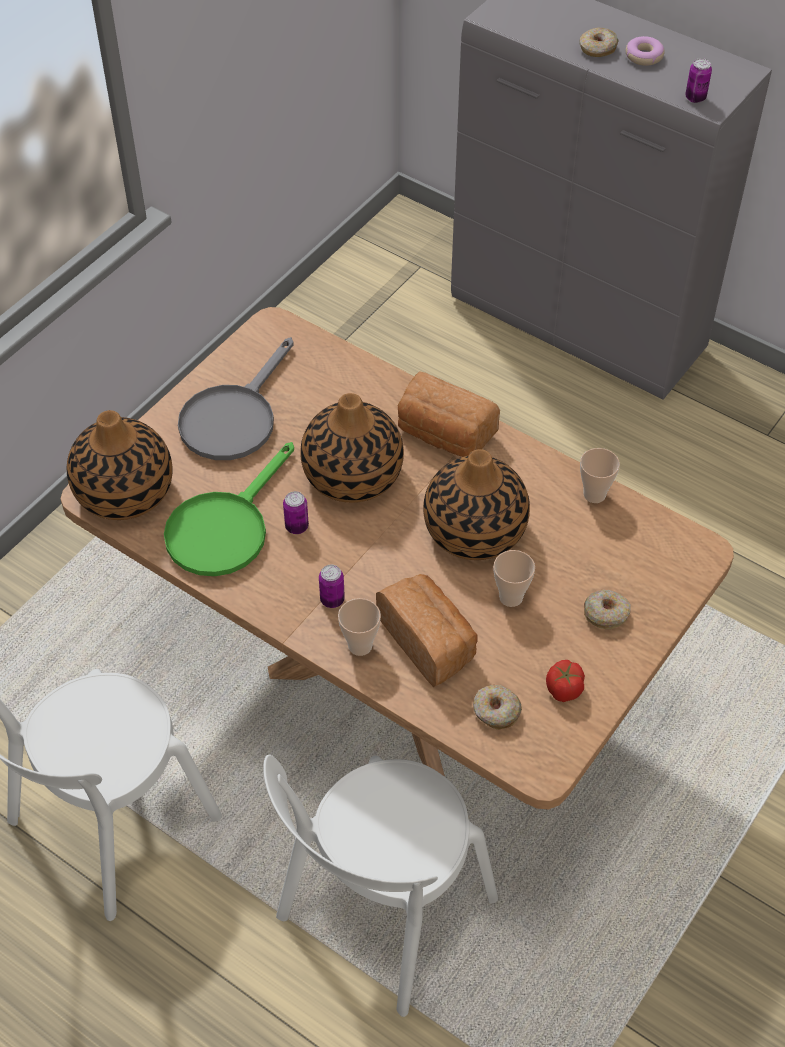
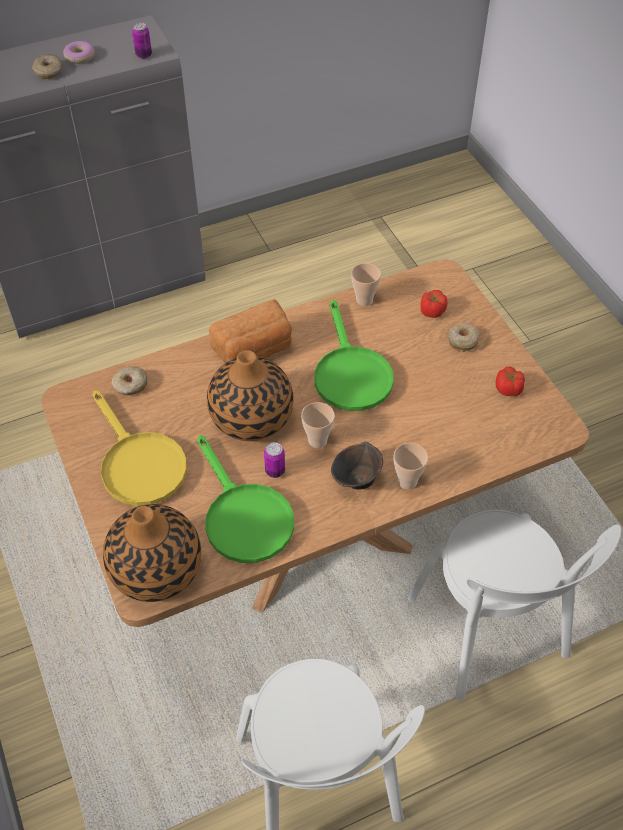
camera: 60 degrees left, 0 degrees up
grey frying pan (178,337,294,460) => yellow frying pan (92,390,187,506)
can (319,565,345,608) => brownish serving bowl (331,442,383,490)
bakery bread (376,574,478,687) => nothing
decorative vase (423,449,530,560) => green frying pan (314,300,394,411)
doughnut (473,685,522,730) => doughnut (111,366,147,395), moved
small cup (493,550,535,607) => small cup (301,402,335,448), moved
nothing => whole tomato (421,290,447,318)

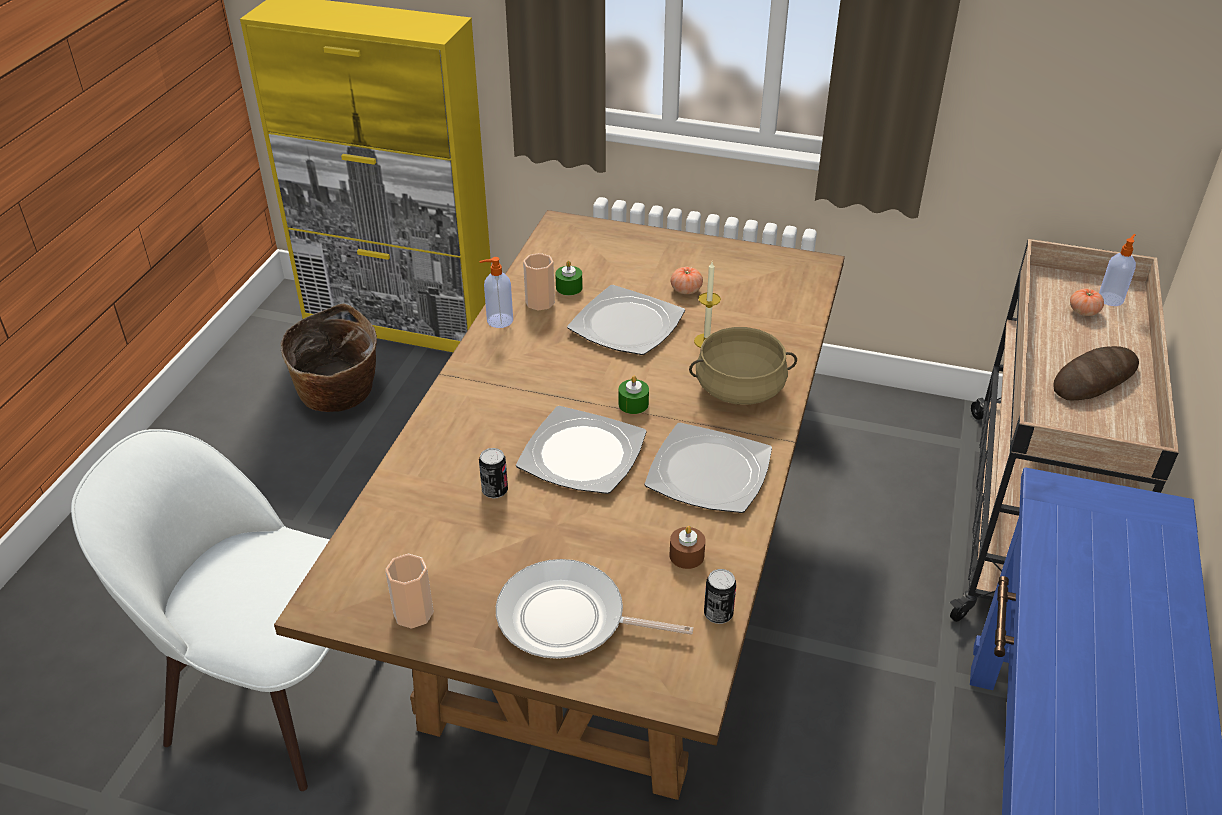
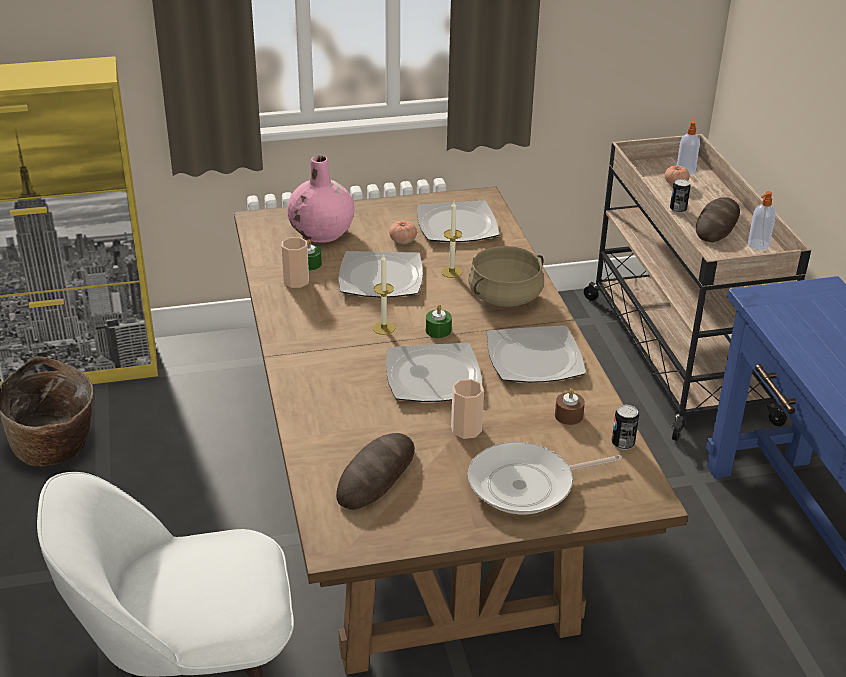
camera: 30 degrees left, 5 degrees down
small cup (385,554,434,629) => small cup (451,379,484,439), moved
liquid soap bottle (479,257,513,328) => liquid soap bottle (748,191,776,250), moved
can (479,448,508,499) => can (670,179,691,213), moved
nothing => pink decorative vase (287,156,355,243)
nothing => bakery bread (336,433,415,510)
nothing => wax candle (372,254,396,335)
nothing => dinner plate (417,200,499,242)

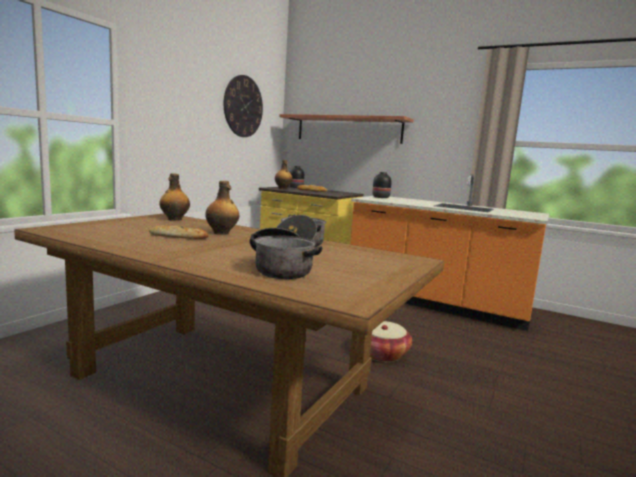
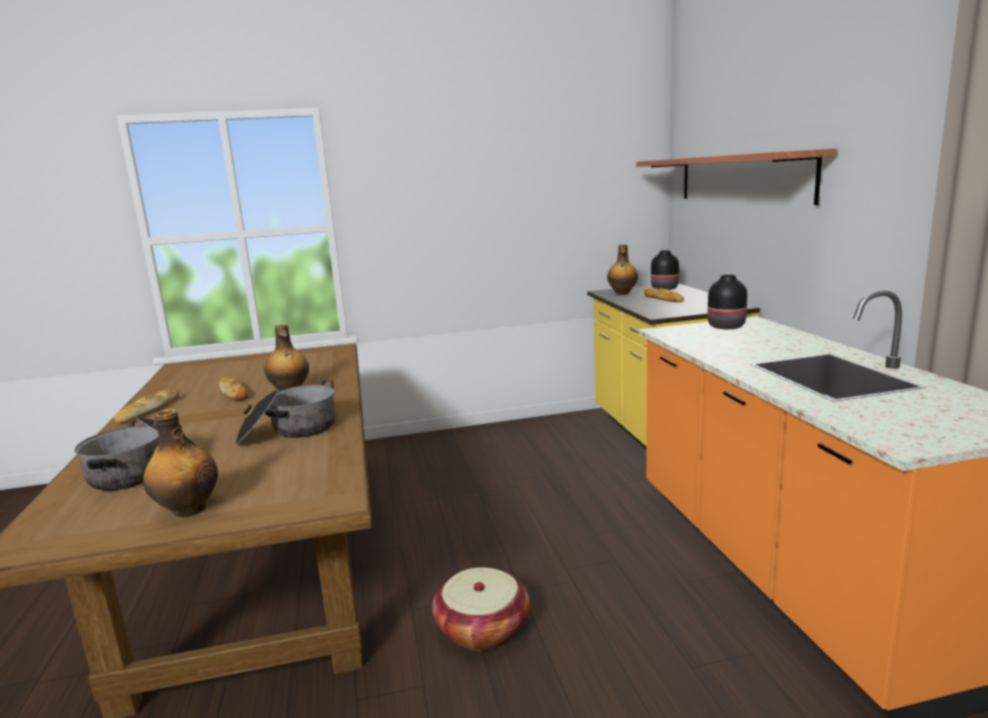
camera: 50 degrees right, 5 degrees up
bottle (159,173,190,221) => bottle (143,409,218,517), moved
clock on the wall (224,75,263,137) => nothing
nothing => bakery bread (114,390,179,423)

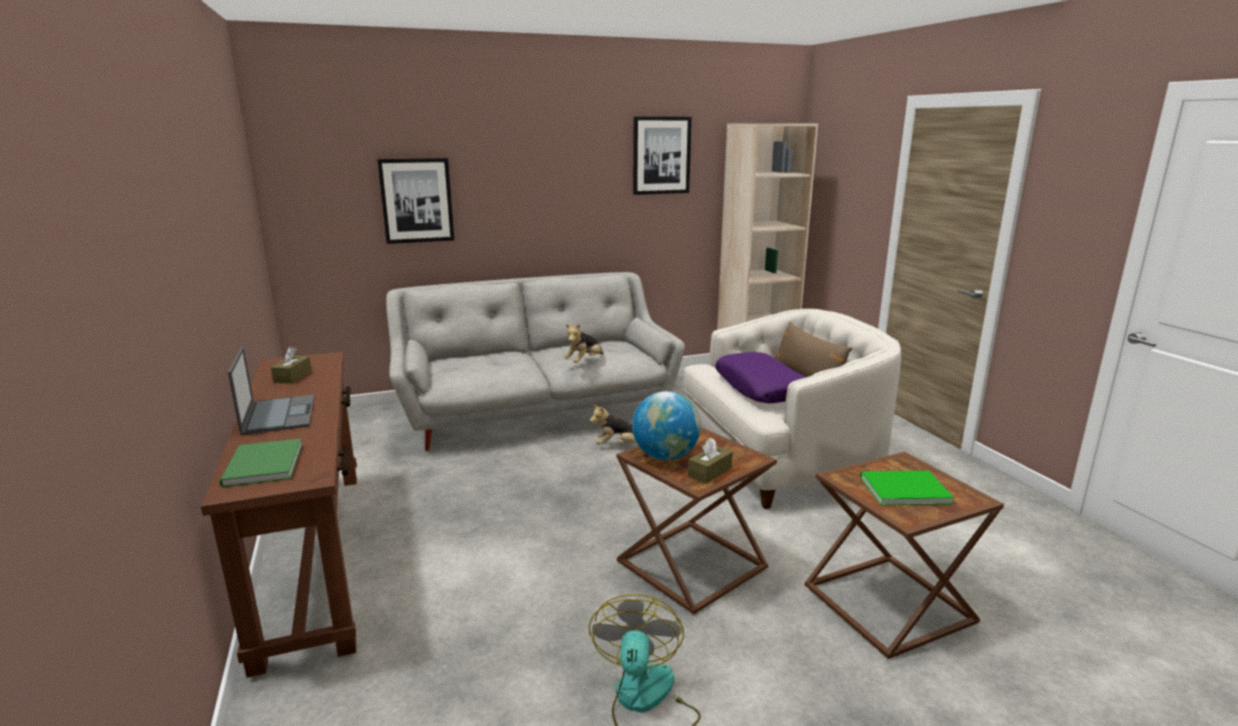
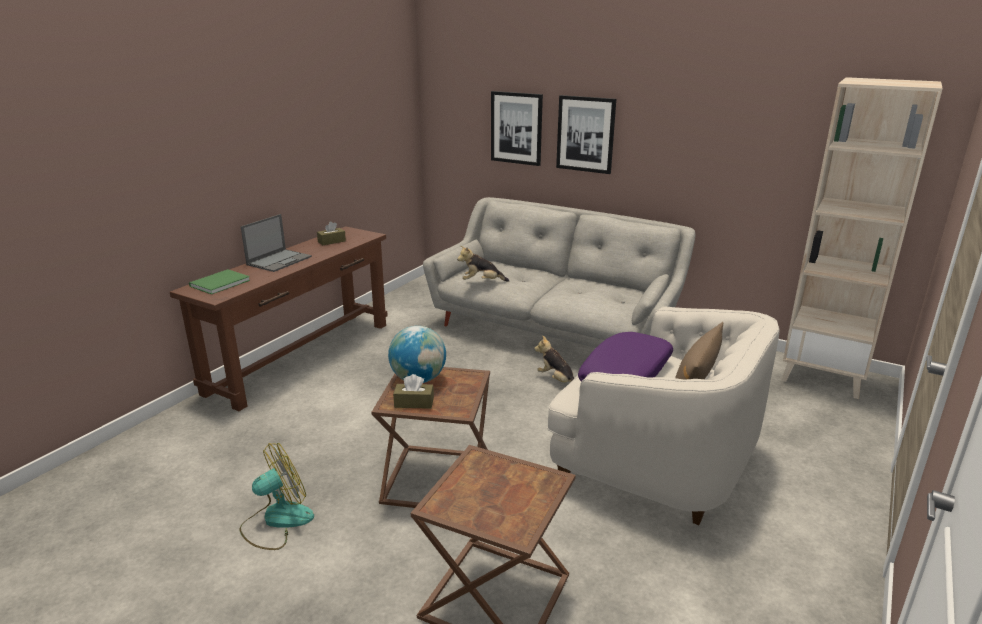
camera: 50 degrees right, 5 degrees up
cuddly toy (564,323,604,363) => cuddly toy (457,245,509,282), moved
wall picture (633,116,692,195) => wall picture (556,95,616,174), moved
green volume (860,471,954,505) => nothing

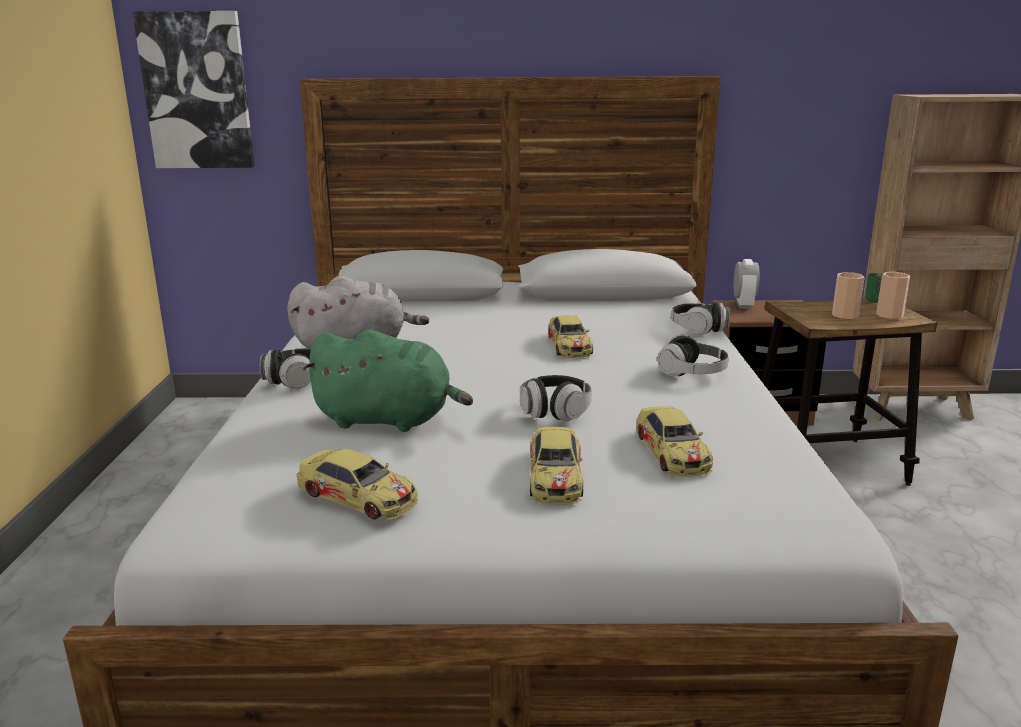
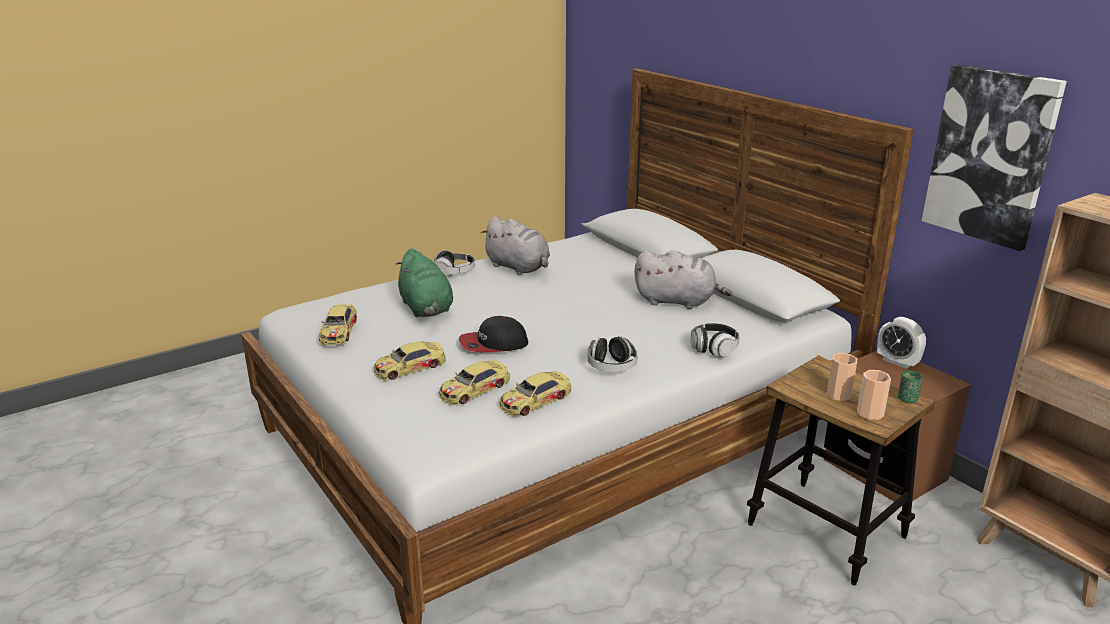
camera: 55 degrees right, 5 degrees up
wall picture (132,11,255,168) => wall picture (922,65,1067,251), moved
headphones (520,375,592,421) => cap (459,316,529,352)
miniature car (548,315,593,358) => miniature car (500,371,571,417), moved
table clock (734,259,760,309) => table clock (877,317,926,369), 75 degrees clockwise
nothing => grey cuddly toy (634,250,732,309)

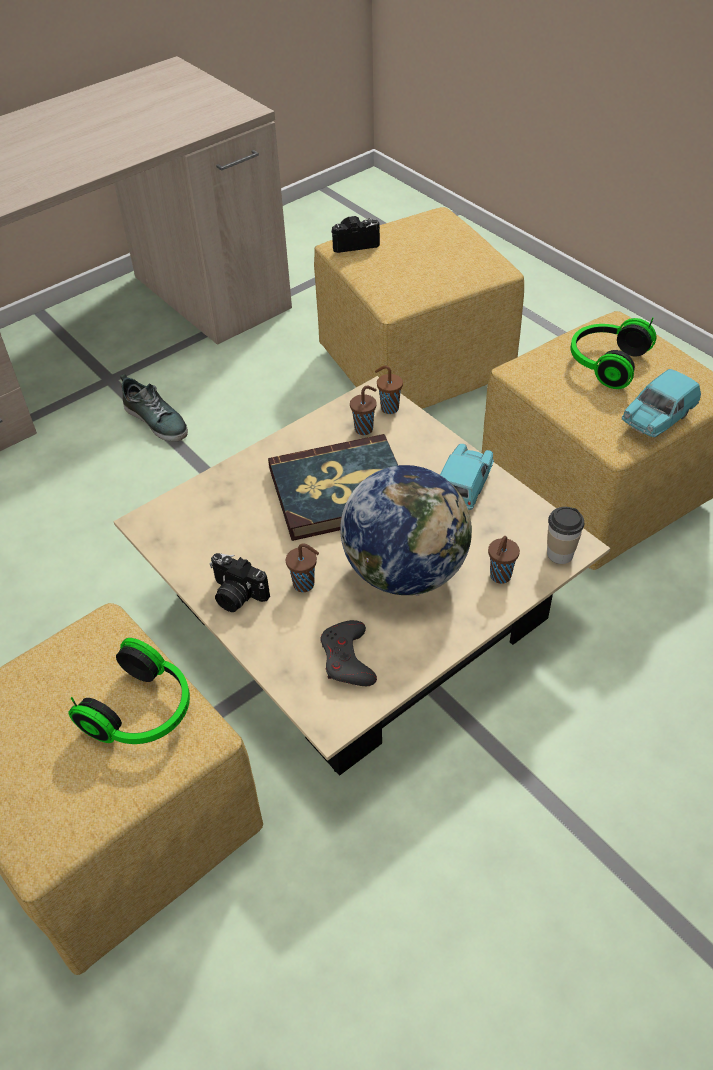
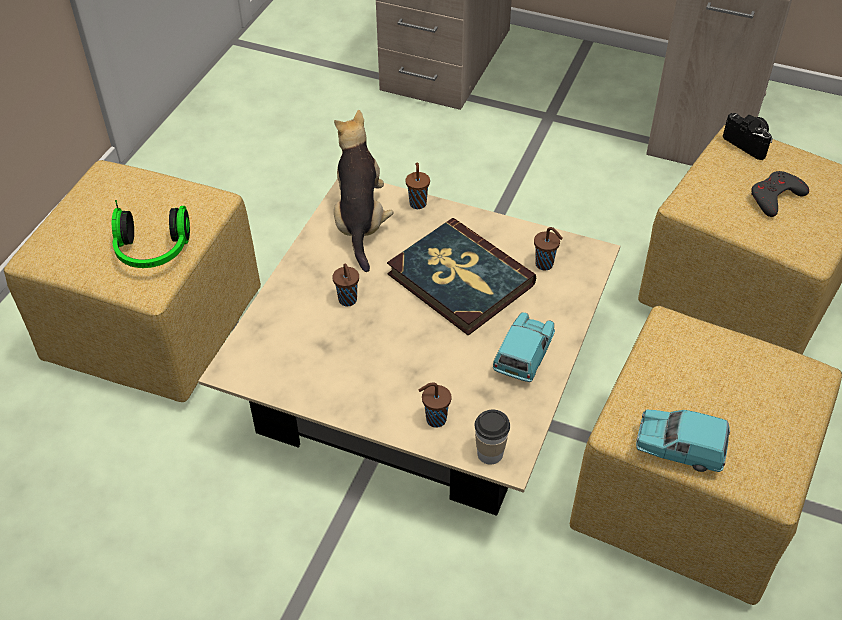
camera: 60 degrees right, 0 degrees up
low shoe (120,374,188,442) => nothing
still camera (210,553,270,612) => nothing
grey gamepad (320,620,377,686) => grey gamepad (751,171,809,217), moved
world globe (340,465,472,596) => nothing
brownish small cup (375,365,403,414) => brownish small cup (405,162,430,209), moved
turquoise-coloured miniature car (440,444,494,510) => turquoise-coloured miniature car (493,312,555,382), 60 degrees counterclockwise
headphones (571,318,656,389) => nothing
nothing => cuddly toy (334,110,394,272)

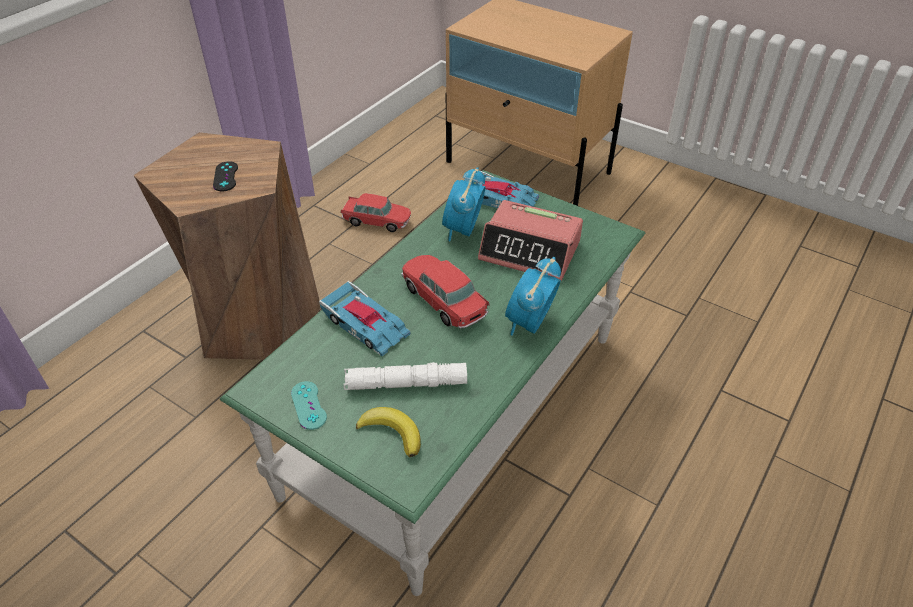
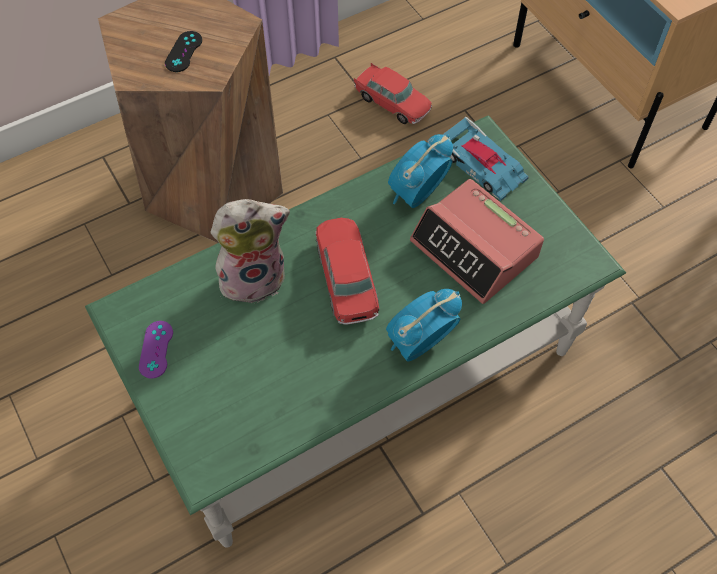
camera: 25 degrees right, 15 degrees up
turquoise-coloured gamepad (291,381,327,430) => purple gamepad (139,321,173,379)
miniature car (319,281,411,356) => cuddly toy (211,199,290,303)
whitish hand torch (344,362,467,390) => nothing
banana (356,407,421,457) => nothing

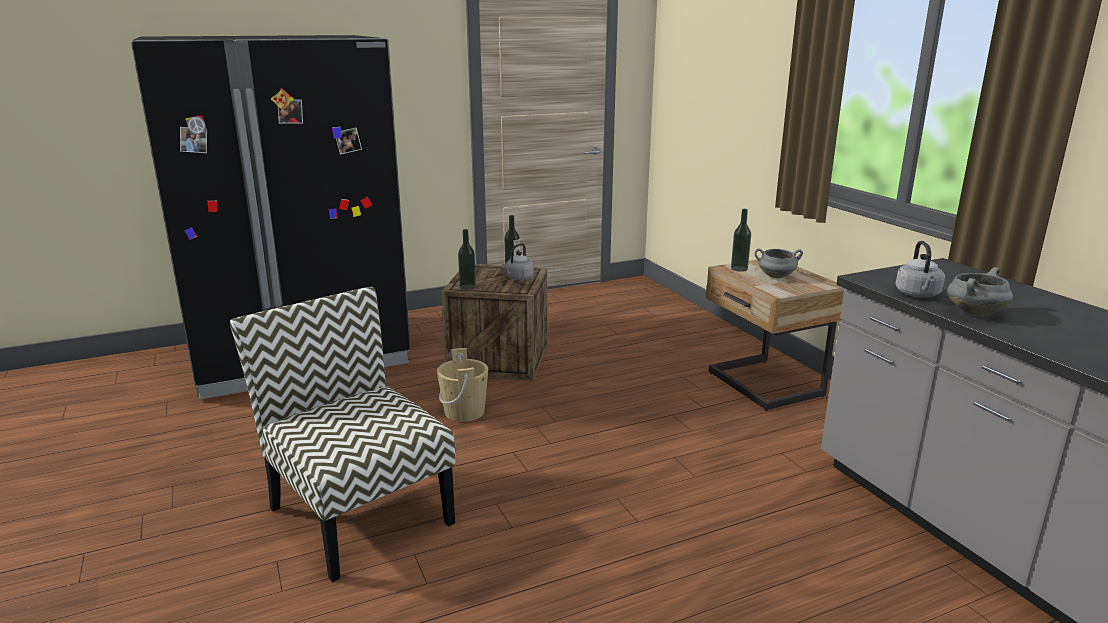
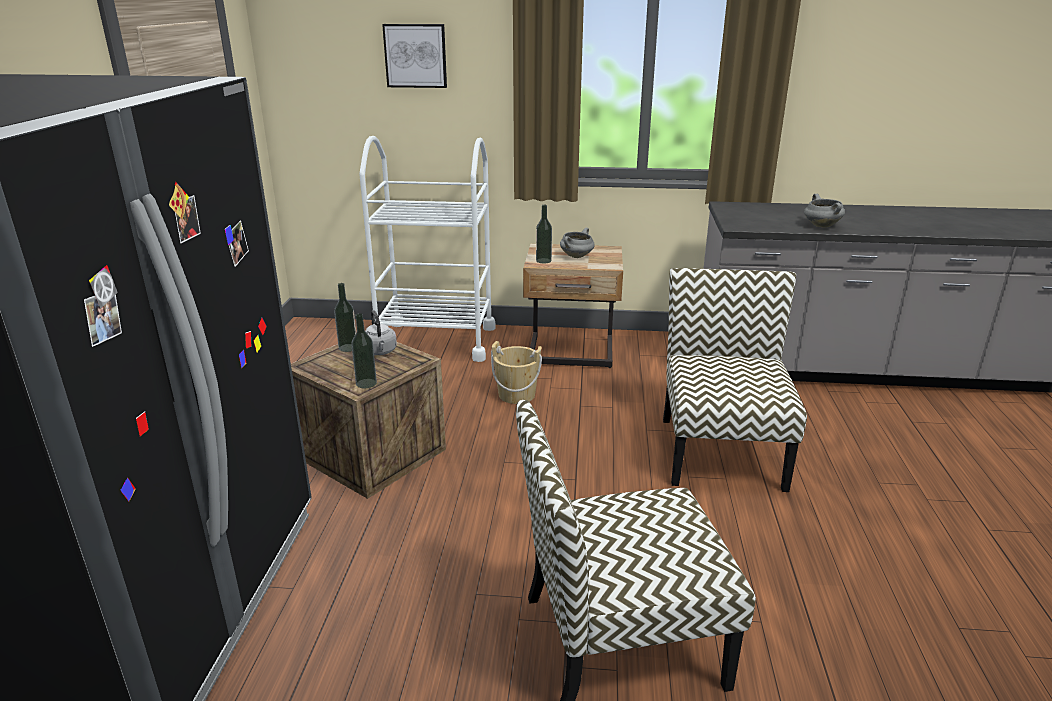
camera: 60 degrees left, 5 degrees up
beige bucket (437,348,488,422) => beige bucket (491,341,542,404), moved
grey water kettle (896,241,945,298) => nothing
nothing => whitish trolley (359,136,496,362)
nothing => wall picture (382,24,447,88)
nothing => upright chair (663,268,807,492)

